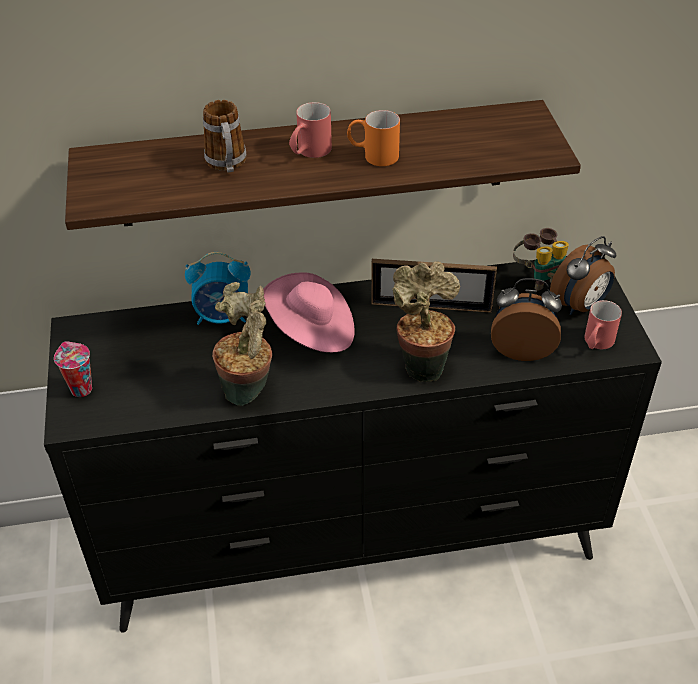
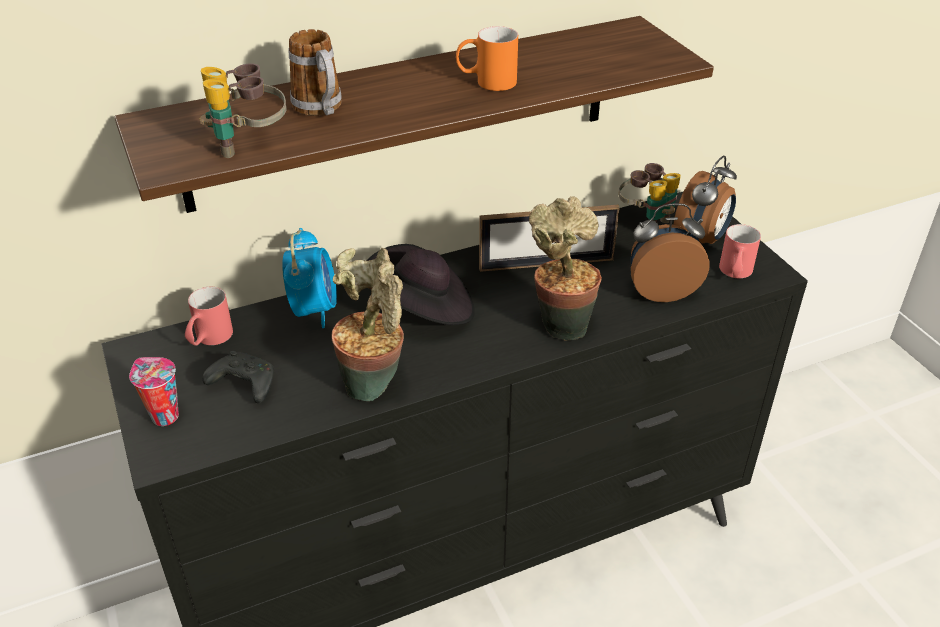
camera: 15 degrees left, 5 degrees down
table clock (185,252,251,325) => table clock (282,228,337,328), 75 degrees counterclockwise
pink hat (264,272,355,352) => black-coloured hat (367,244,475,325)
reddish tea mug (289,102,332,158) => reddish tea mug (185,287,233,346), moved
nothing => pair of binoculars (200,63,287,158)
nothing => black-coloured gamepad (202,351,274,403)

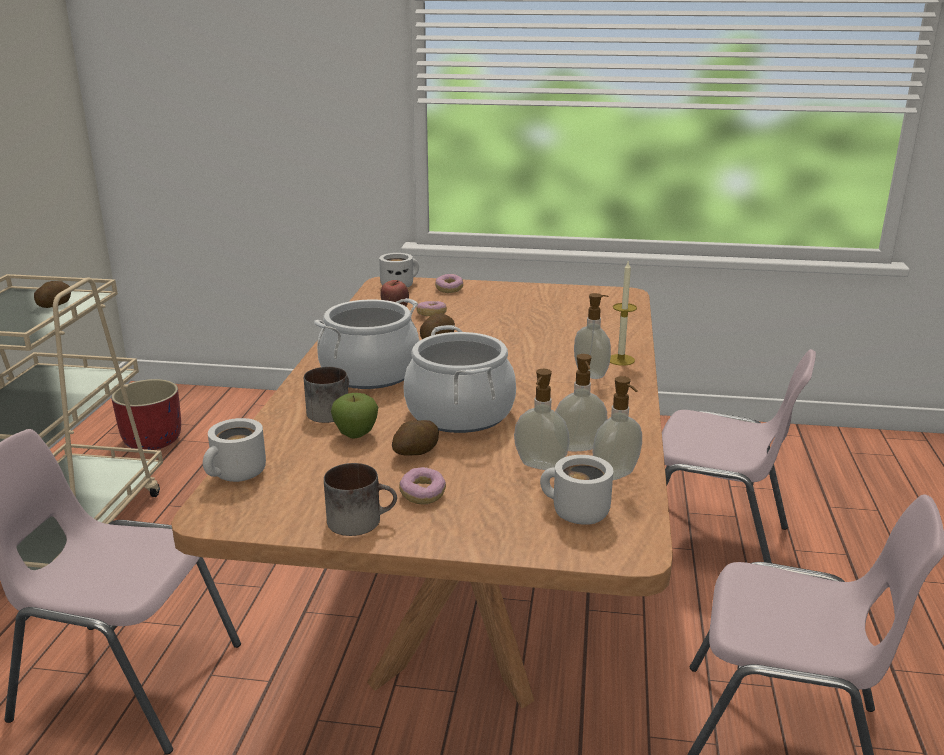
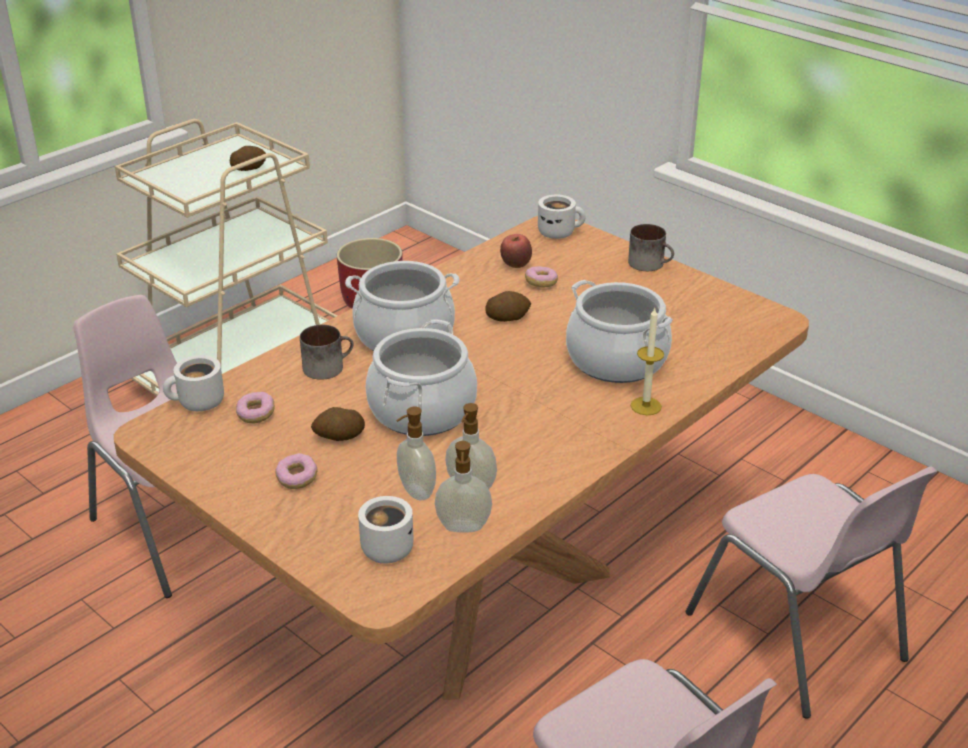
camera: 35 degrees right, 10 degrees up
tea mug (324,463,397,536) => tea mug (628,224,674,271), moved
apple (331,393,378,439) => nothing
doughnut (435,274,463,293) => doughnut (236,392,274,423), moved
liquid soap bottle (574,293,611,379) => nothing
nothing => stockpot (566,280,673,383)

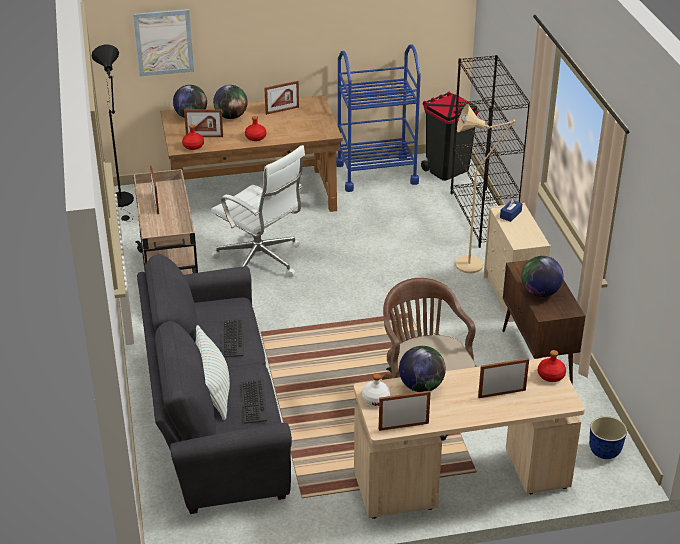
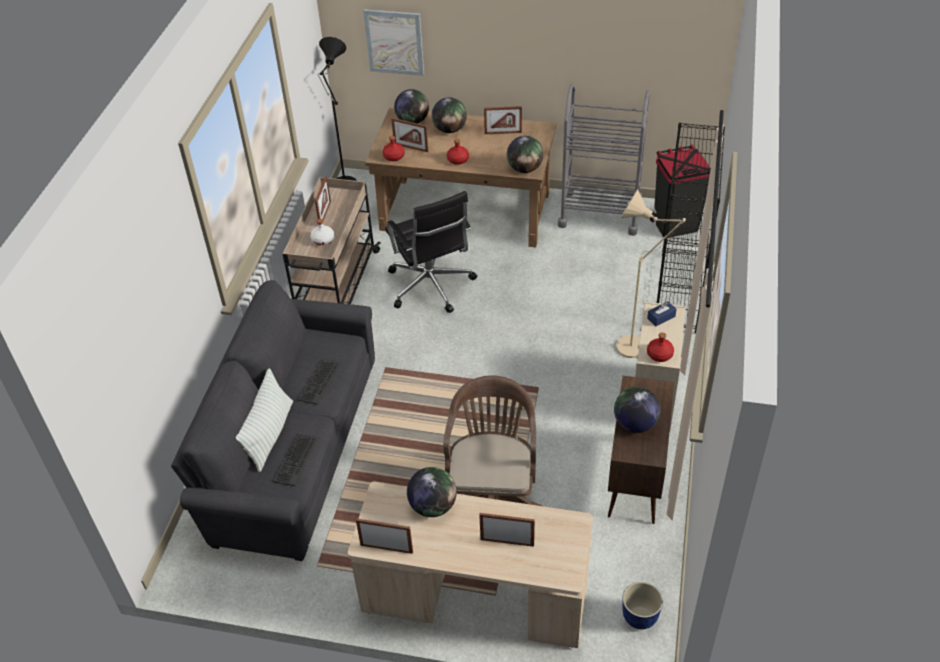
camera: 25 degrees right, 10 degrees up
whitish desk chair (211,145,305,277) => black-coloured desk chair (385,191,477,313)
bluish trolley (336,44,421,192) => grey trolley (558,84,650,236)
whitish bottle (362,373,391,406) => whitish bottle (310,219,334,246), moved
reddish bottle (538,350,566,382) => reddish bottle (647,333,674,362), moved
nothing => world globe (507,136,544,173)

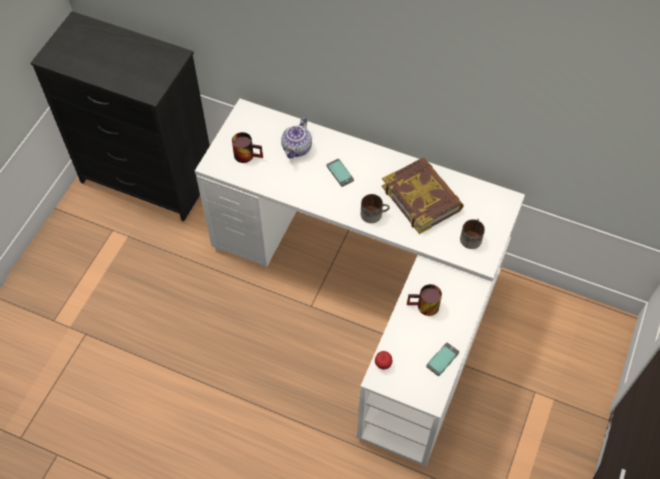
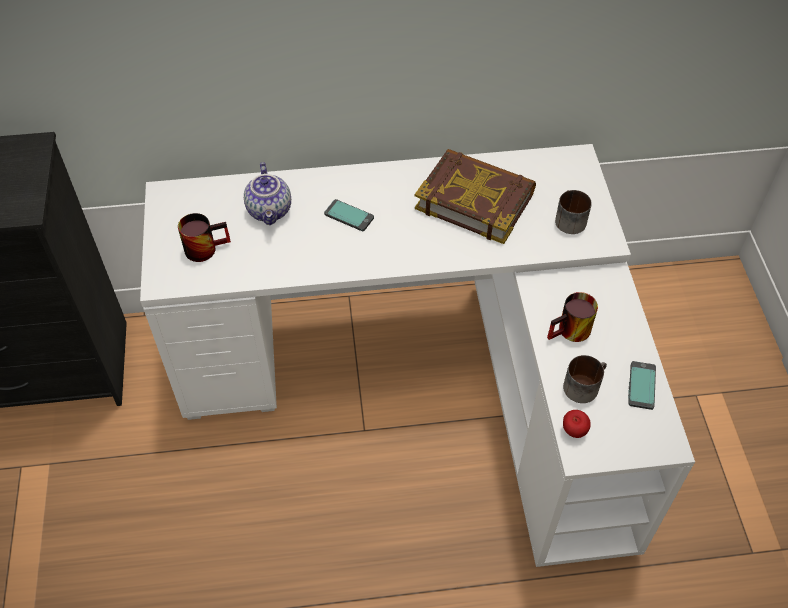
camera: 30 degrees left, 5 degrees down
tea mug (361,194,390,223) => tea mug (563,355,607,403), moved

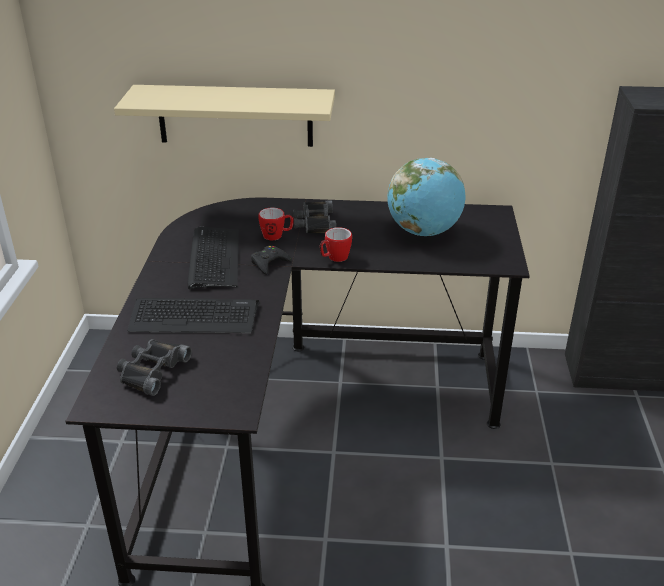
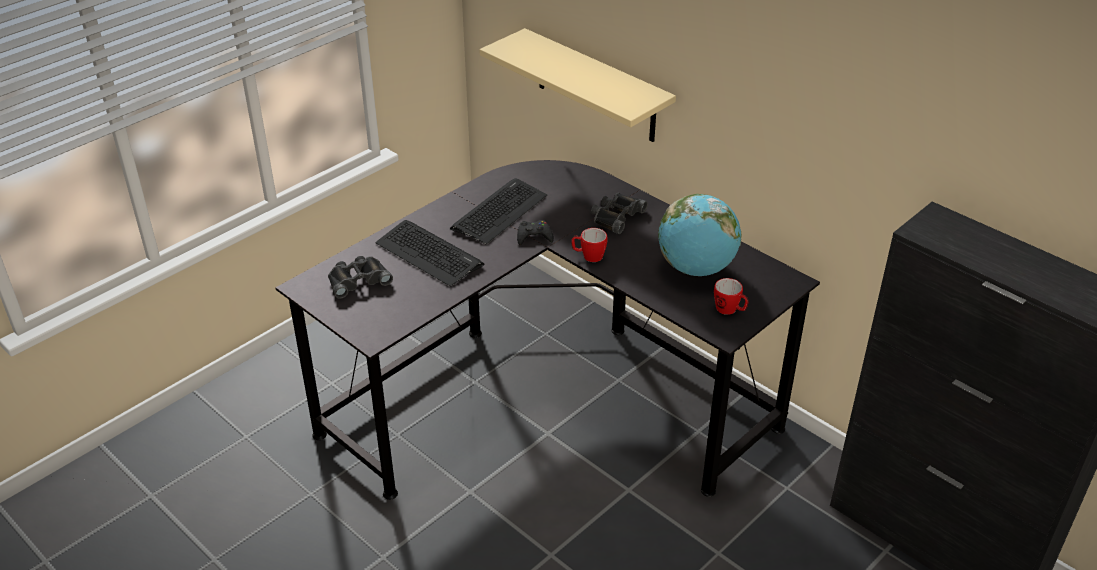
camera: 40 degrees right, 5 degrees up
tea mug (258,208,294,240) => tea mug (714,278,749,315), moved

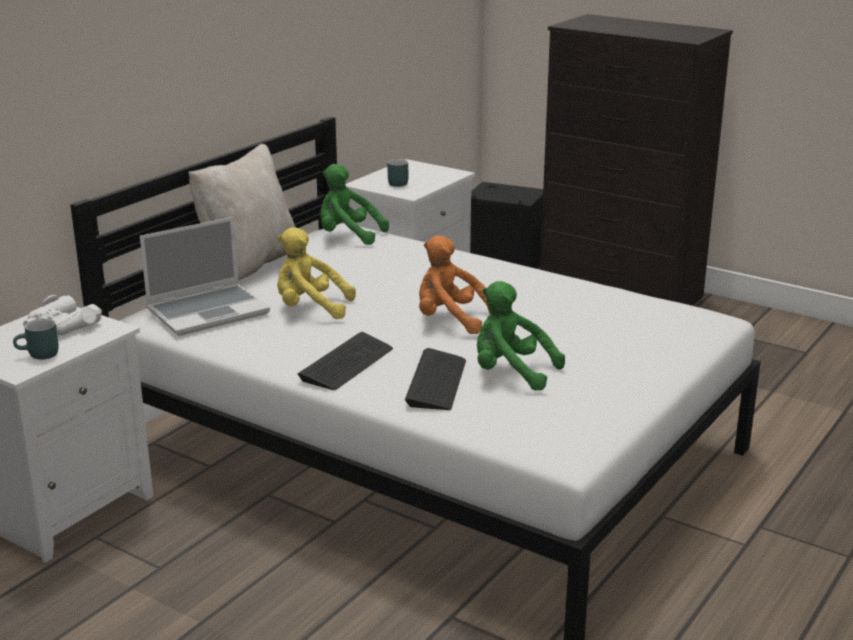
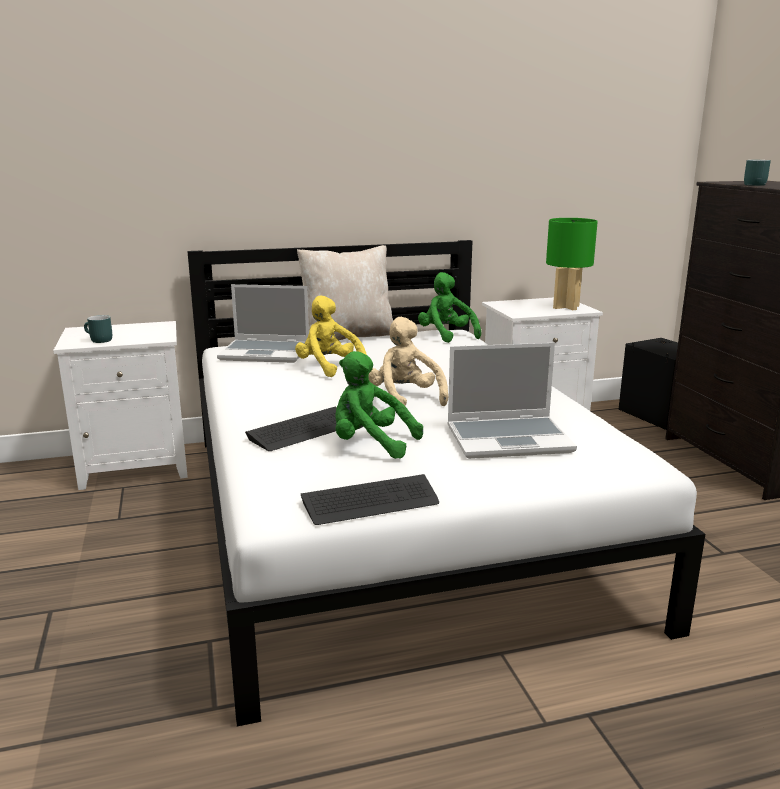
camera: 40 degrees right, 5 degrees down
whitish pair of binoculars (23,295,102,335) => nothing
keyboard (298,332,393,390) => keyboard (301,474,439,525), moved
turquoise-coloured tea mug (387,159,408,187) => turquoise-coloured tea mug (744,160,771,186), moved
orange-coloured cuddly toy (419,236,491,334) => beige cuddly toy (368,317,448,406)
green cuddly toy (477,281,565,391) => green cuddly toy (335,351,423,459), 45 degrees counterclockwise
nothing => portable computer (447,343,577,459)
nothing => green table lamp (546,218,598,310)

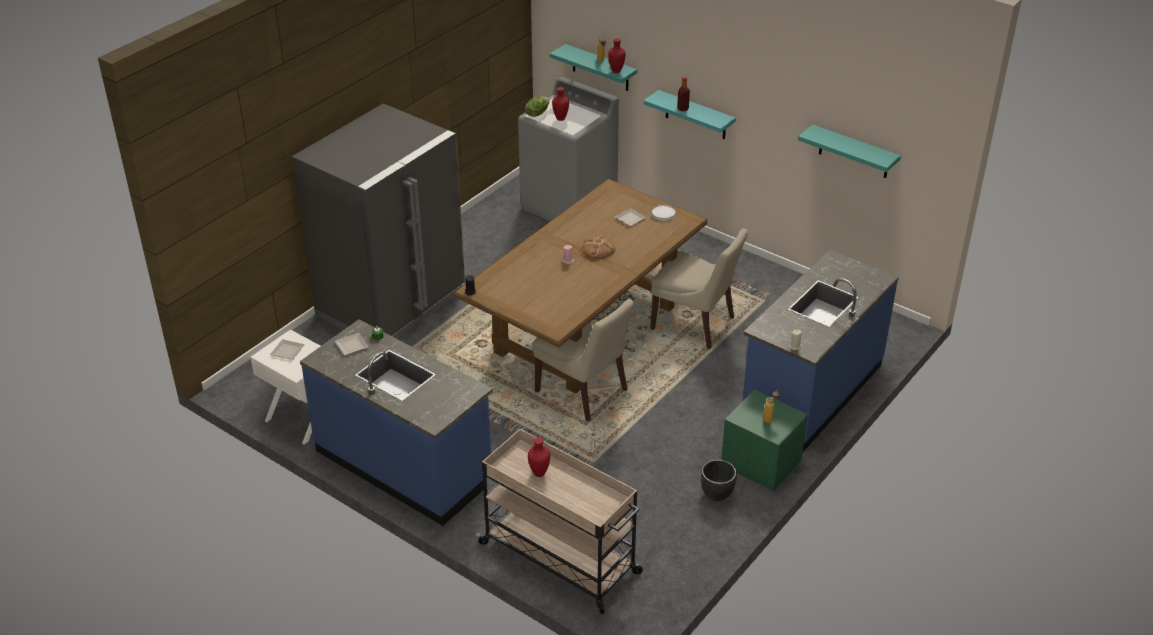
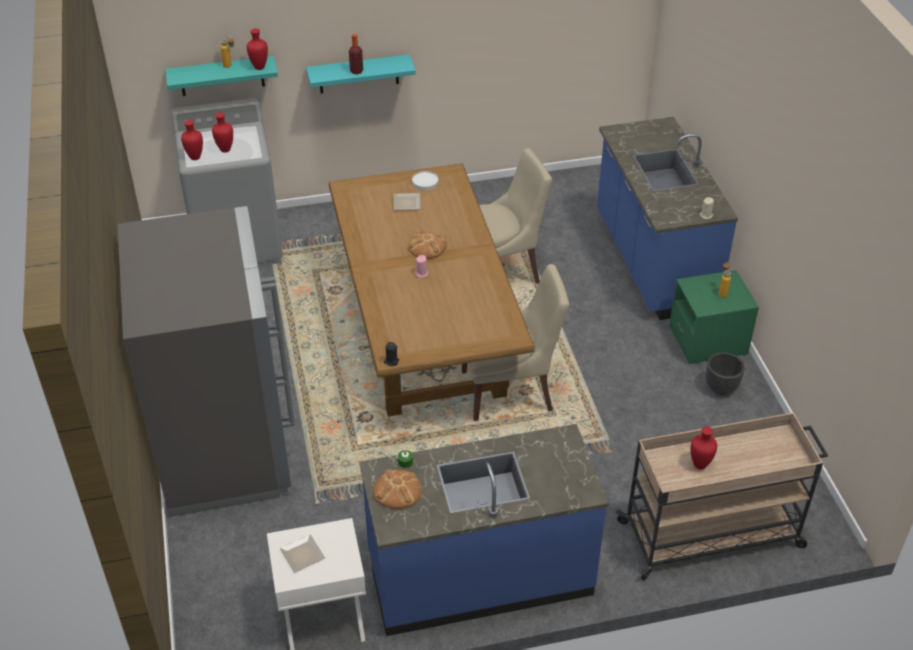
camera: 50 degrees left, 5 degrees up
dinner plate (335,333,369,355) => bakery bread (373,469,422,509)
lettuce head (525,96,549,117) => reddish decorative vase (181,120,203,160)
turquoise-coloured shelf (798,124,901,178) => nothing

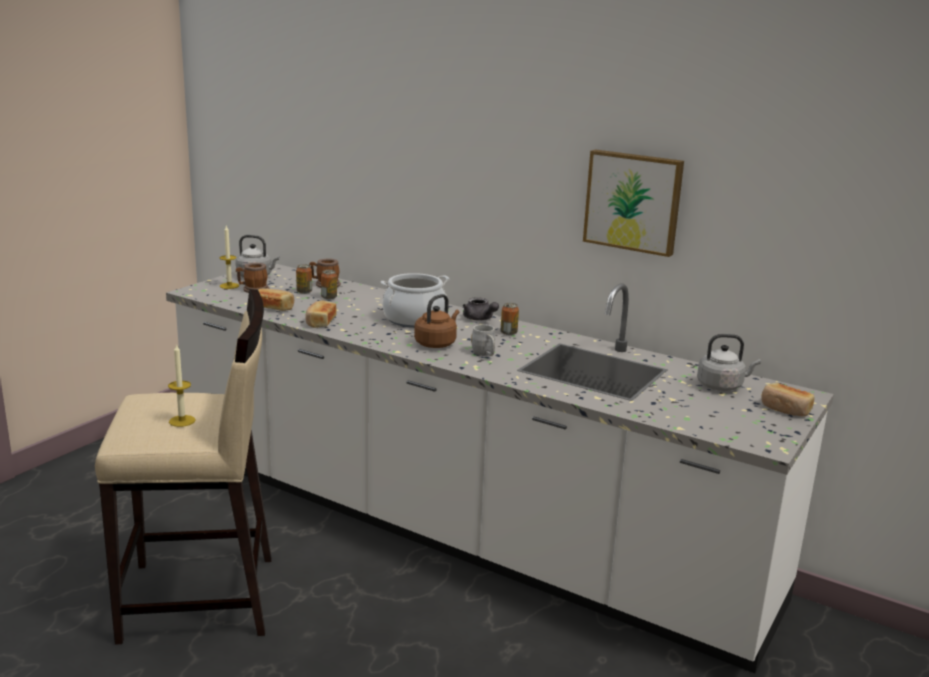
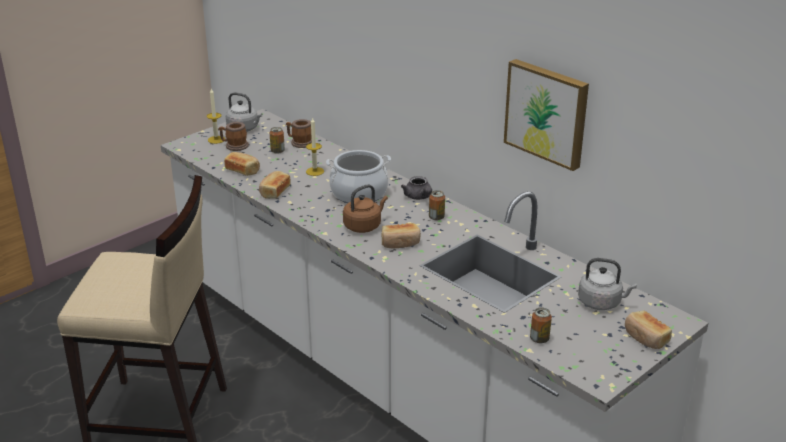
camera: 15 degrees right, 10 degrees up
wax candle (168,343,196,427) => wax candle (306,117,324,176), moved
can (321,270,337,300) => can (530,307,552,343), moved
grey tea mug (471,324,495,356) => bakery bread (382,223,421,248)

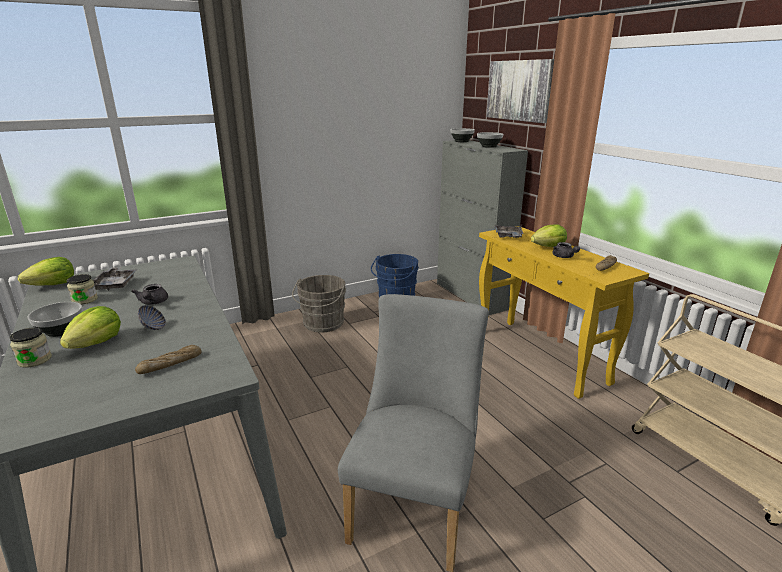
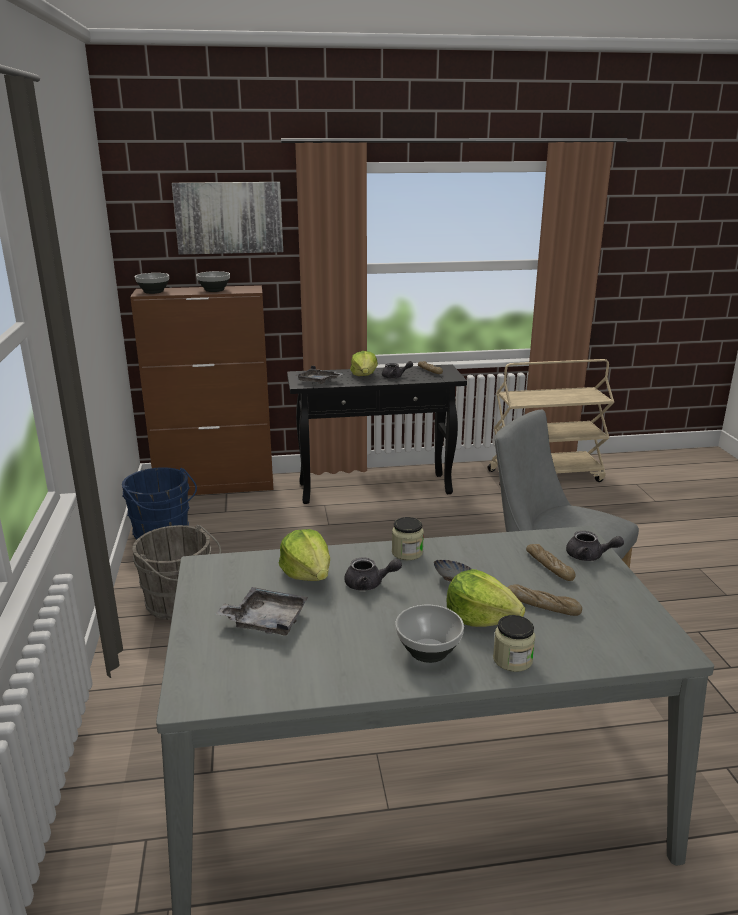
camera: 70 degrees left, 0 degrees up
lettuce head (18,257,74,286) => lettuce head (279,529,330,581), moved
jar (67,274,98,305) => jar (392,517,424,560), moved
grey cabinet (437,140,528,316) => brownish cabinet (130,285,273,495)
yellow hall table (479,226,649,399) => black-coloured hall table (287,364,467,504)
nothing => bakery bread (507,584,582,616)
nothing => grey pot for tea (566,531,624,561)

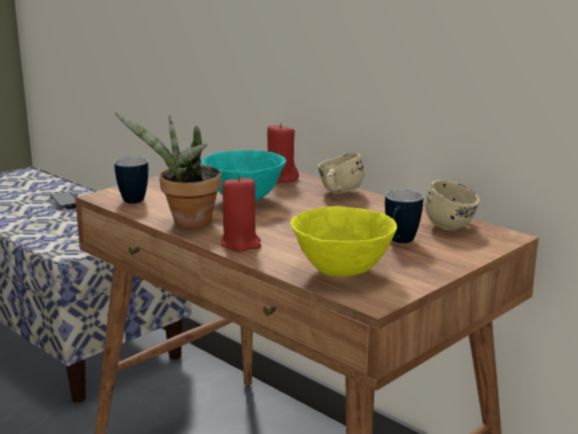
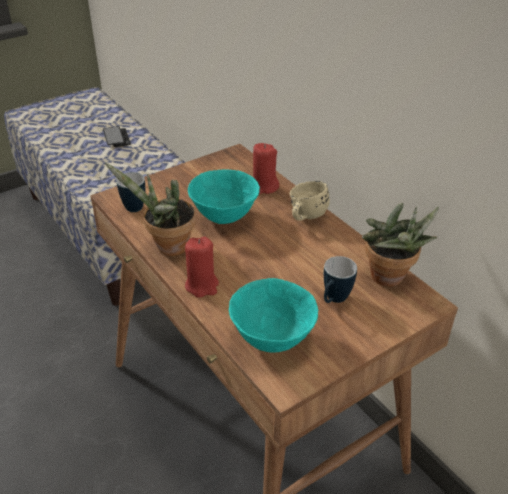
camera: 10 degrees right, 20 degrees up
yellow serving bowl (290,206,397,276) => turquoise-coloured serving bowl (229,278,318,352)
beige tea mug (425,180,480,230) => potted plant (362,203,439,287)

